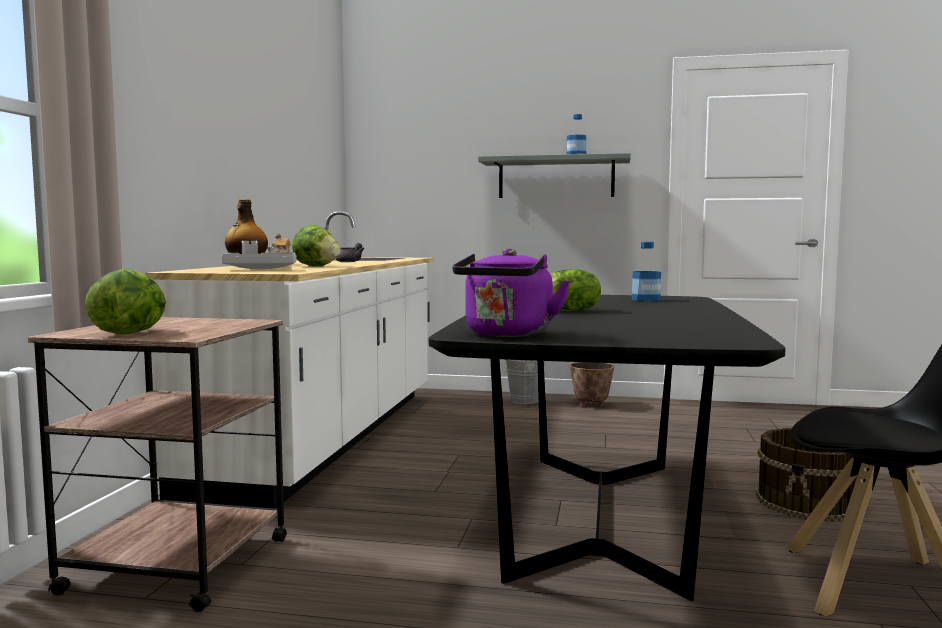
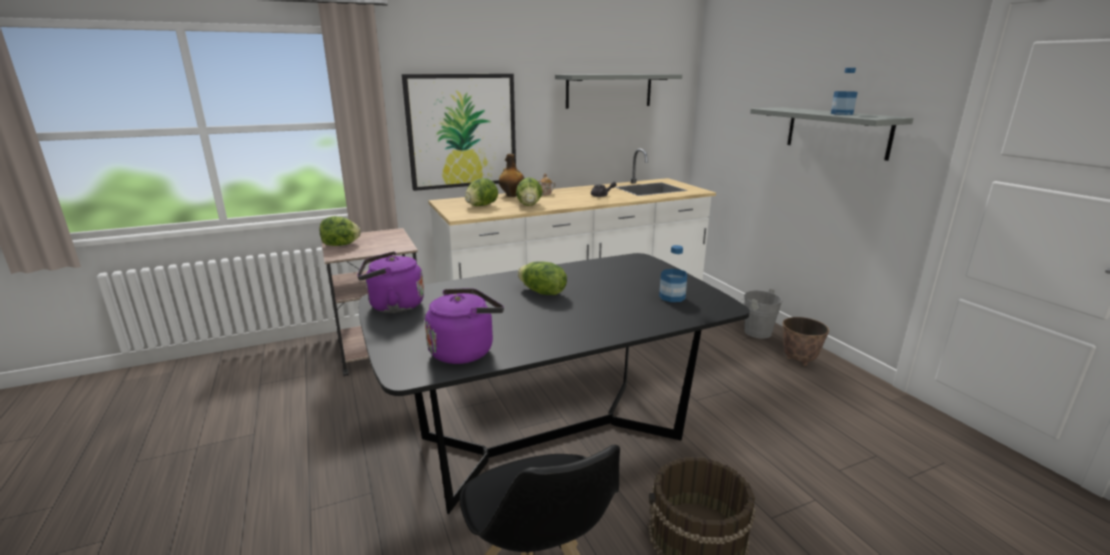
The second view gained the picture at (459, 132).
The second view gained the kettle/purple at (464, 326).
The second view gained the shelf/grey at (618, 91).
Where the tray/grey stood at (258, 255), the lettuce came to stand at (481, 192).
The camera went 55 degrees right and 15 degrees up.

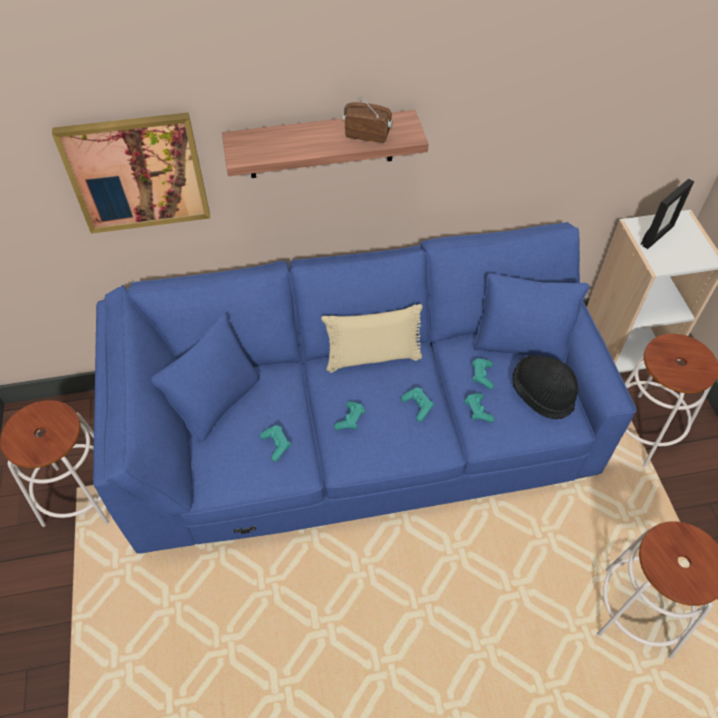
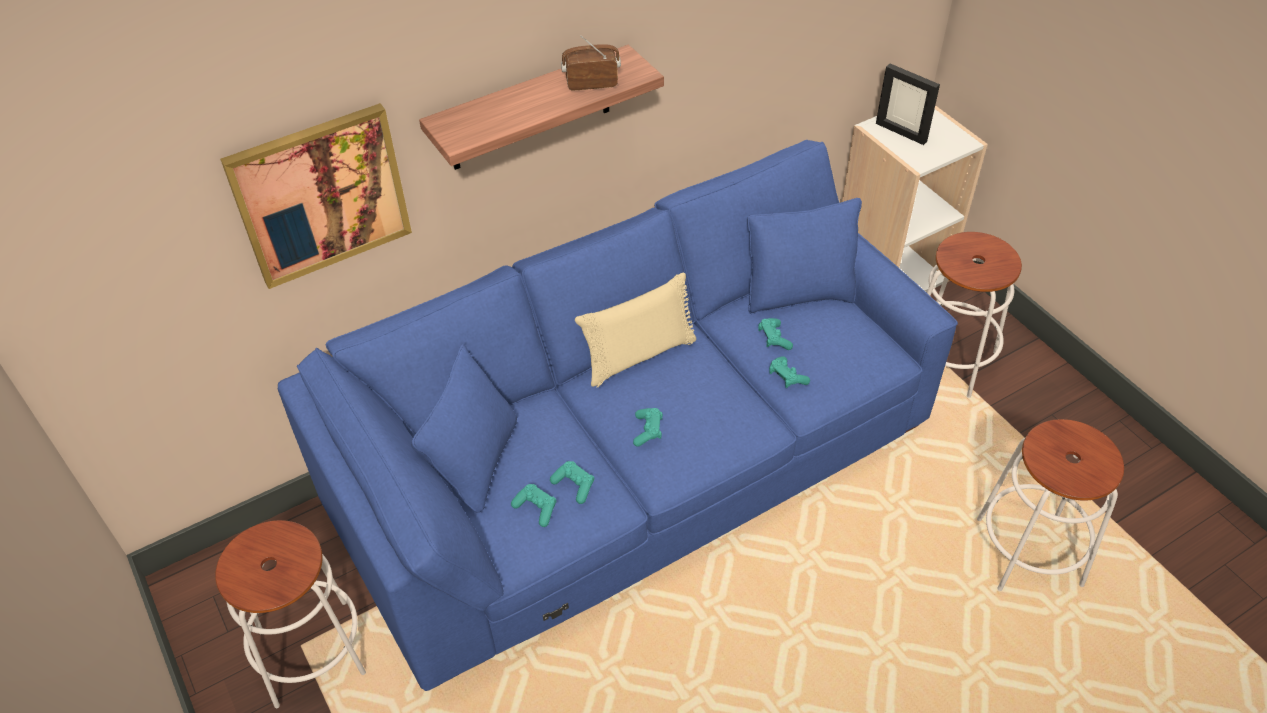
The second view lost the hat/black at (545, 387).
The game controller/turquoise ended up elsewhere, having gone from (417, 405) to (533, 505).
The picture frame at (667, 214) ended up facing another way, 105 degrees clockwise from before.
The camera went 20 degrees left and 5 degrees down.

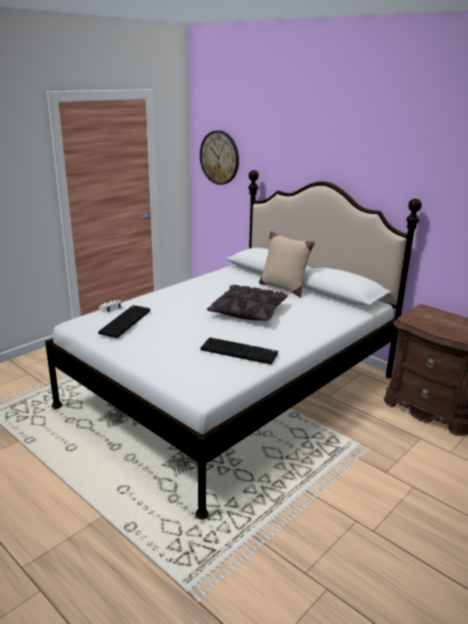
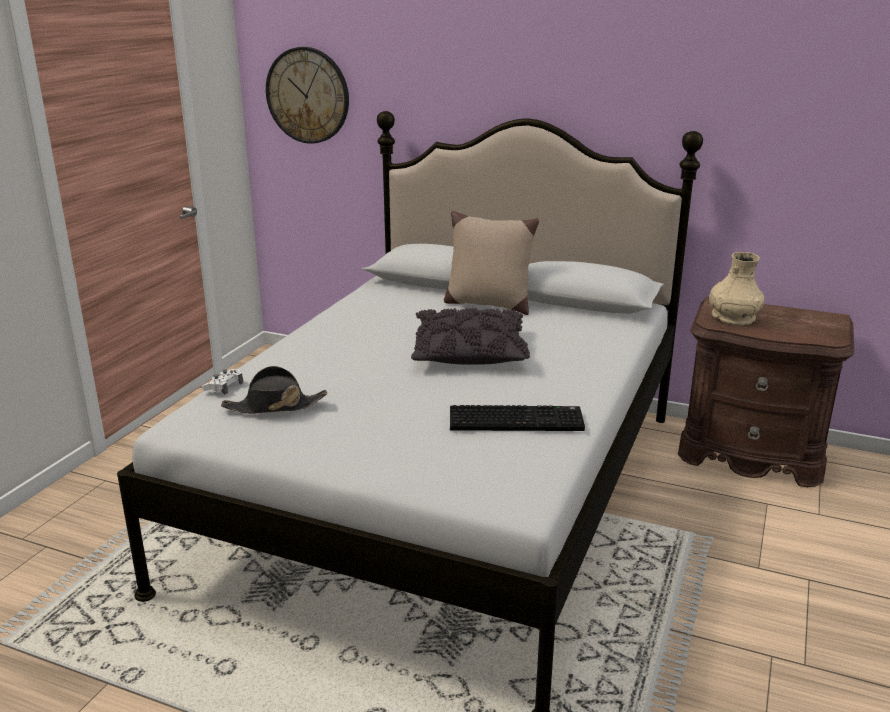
The second view gained the vase/beige at (736, 289).
Where the keyboard stood at (124, 321), the hat/black came to stand at (274, 390).
The camera went 20 degrees left and 0 degrees up.

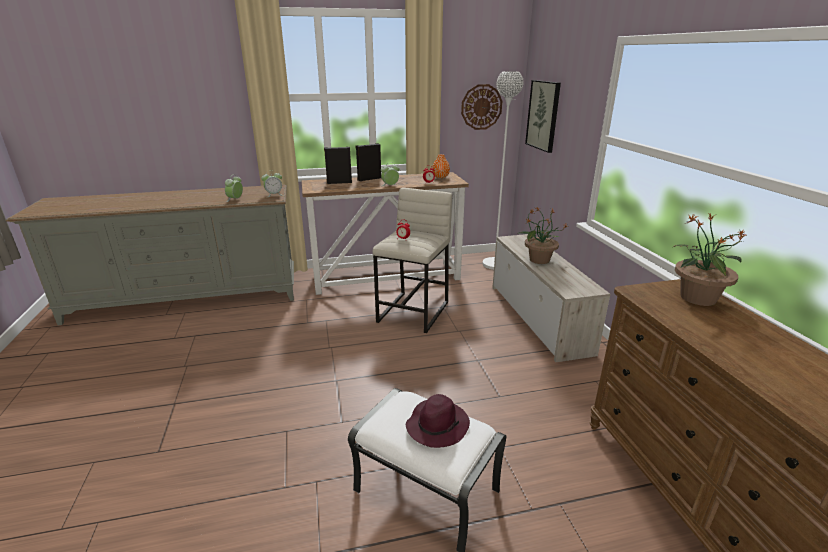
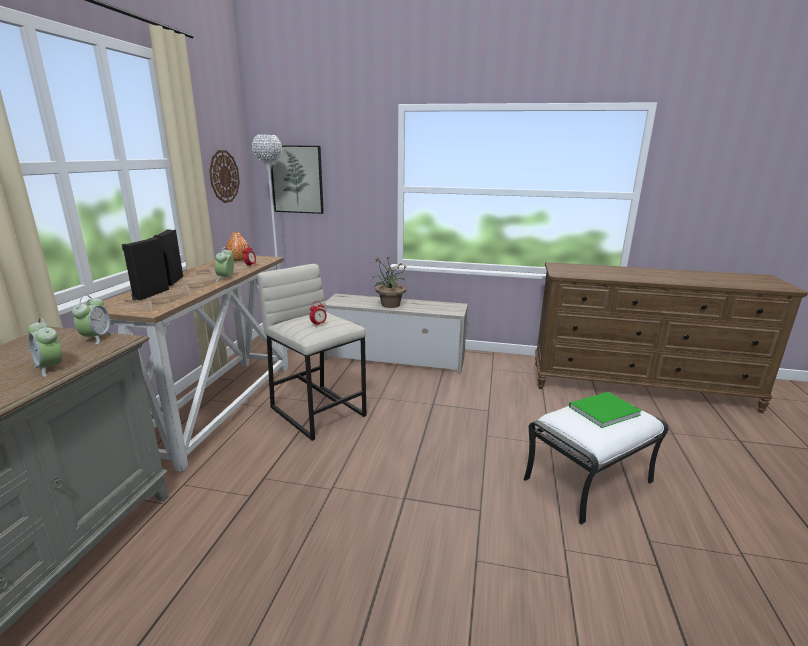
The second view lost the potted plant at (709, 260).
Where the hat/purple stood at (438, 421), the book/green came to stand at (605, 410).
The camera went 65 degrees left and 5 degrees down.

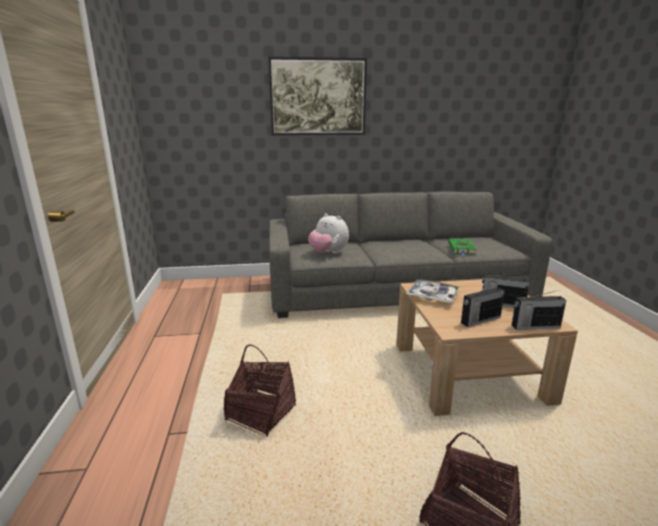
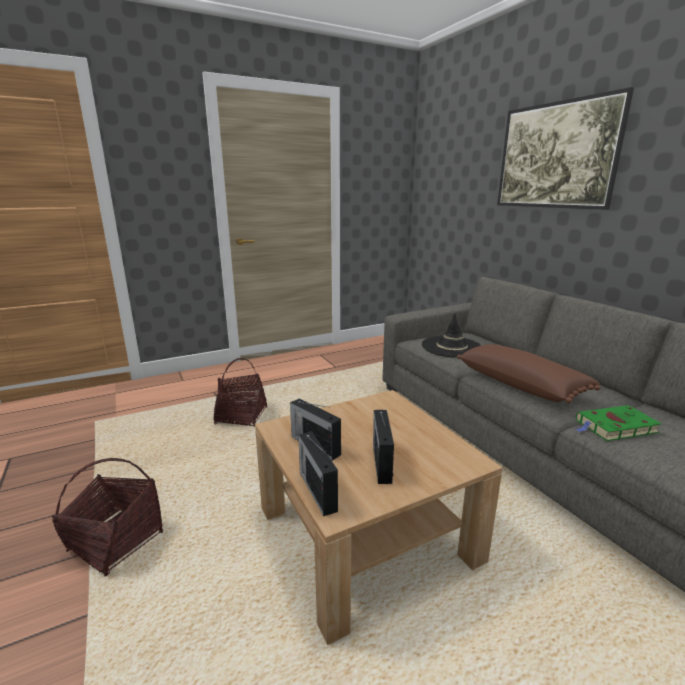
The second view lost the tray at (433, 291).
The second view gained the pillow/brown at (529, 373).
Where the plush toy stood at (328, 233), the hat/black came to stand at (452, 335).
The camera went 70 degrees right and 0 degrees up.

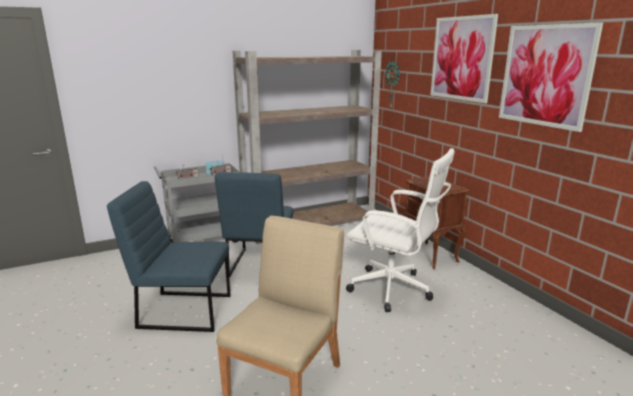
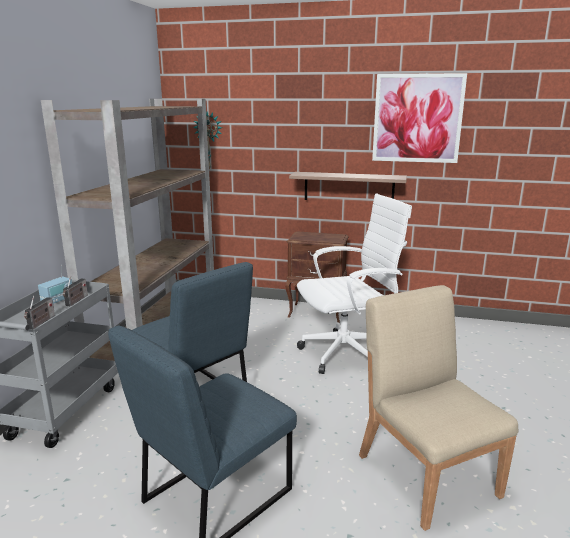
The second view lost the picture at (464, 58).
The second view gained the shelf at (348, 186).
The camera went 50 degrees left and 0 degrees up.

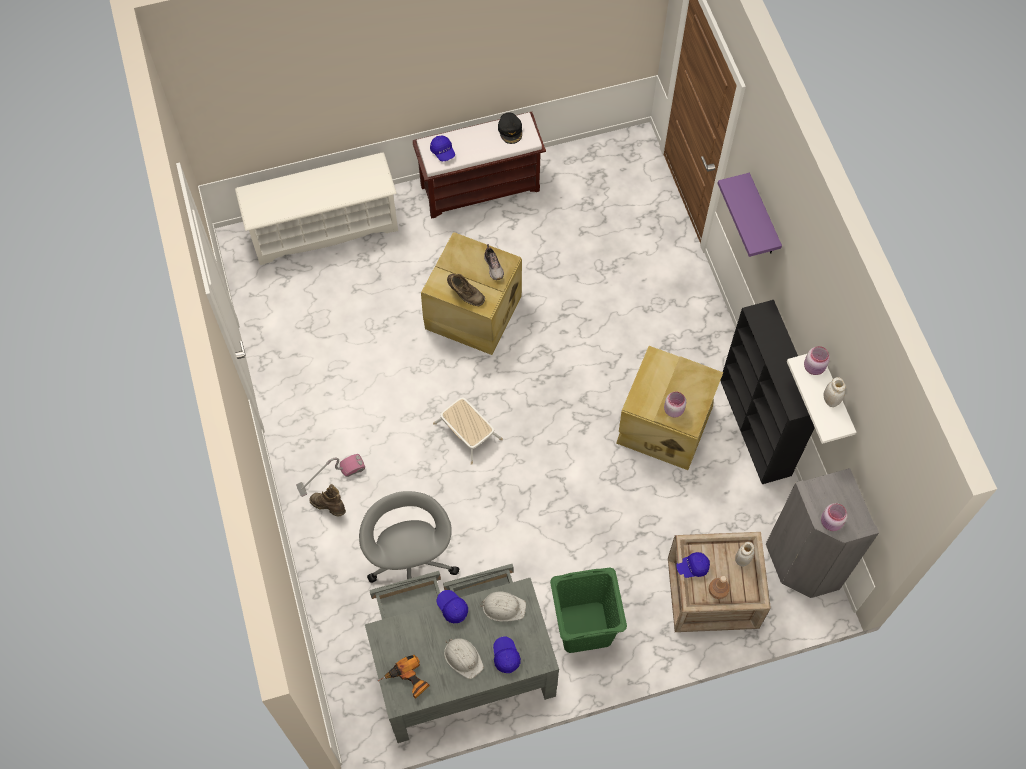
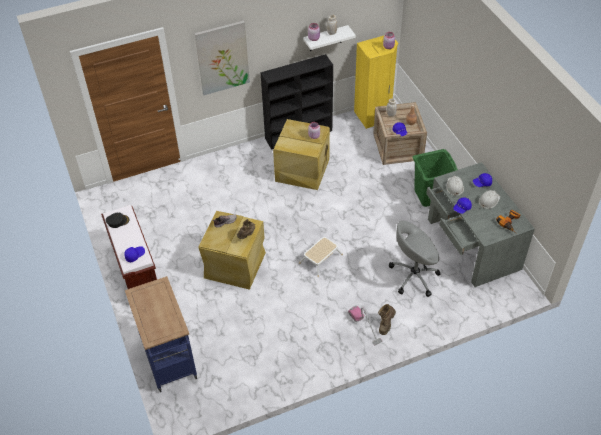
Where the shoe rack/white stood at (316, 208), the cart/blue came to stand at (161, 334).
Where the shelf/purple hung at (749, 215), the picture came to hang at (222, 58).
What was the cabinet/grey at (822, 533) turned into the cabinet/yellow at (376, 82).
The camera went 95 degrees left and 15 degrees down.

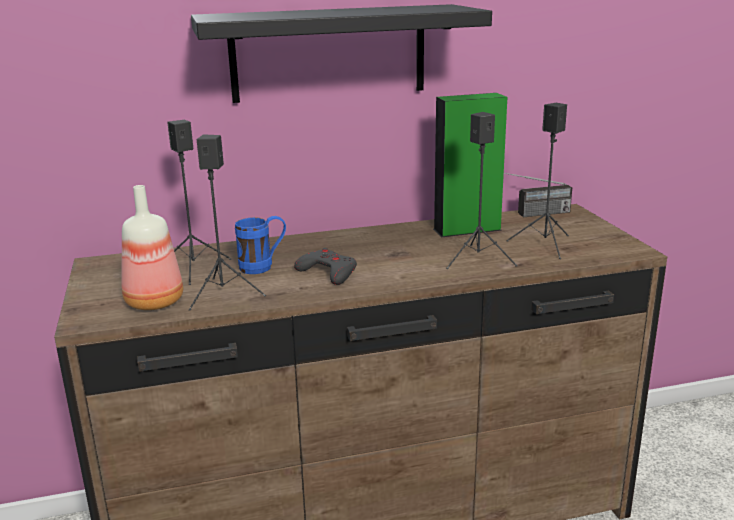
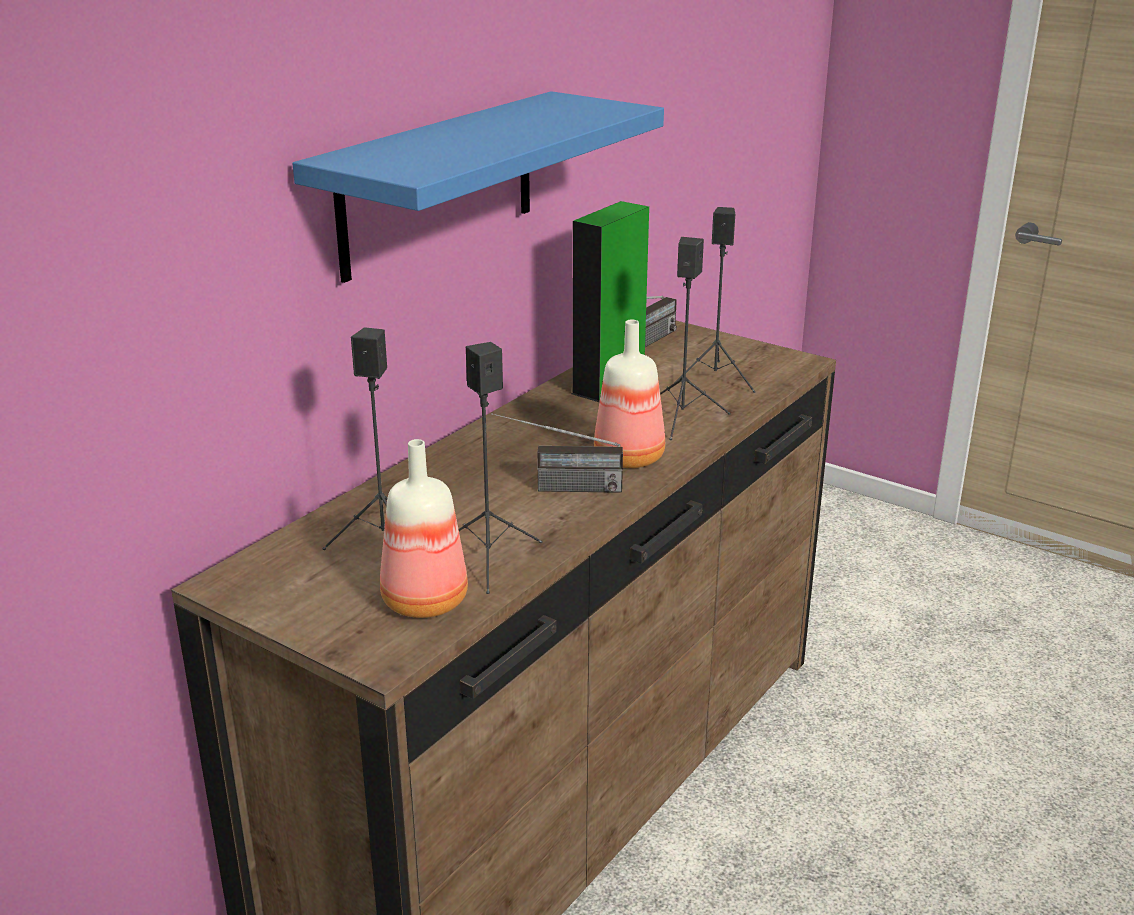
The second view lost the mug/blue at (260, 245).
The second view gained the bottle at (629, 394).
Where the game controller/grey stood at (325, 266), the radio came to stand at (557, 453).
What was the shelf/black at (341, 53) turned into the shelf/blue at (478, 187).
The camera went 40 degrees left and 5 degrees up.

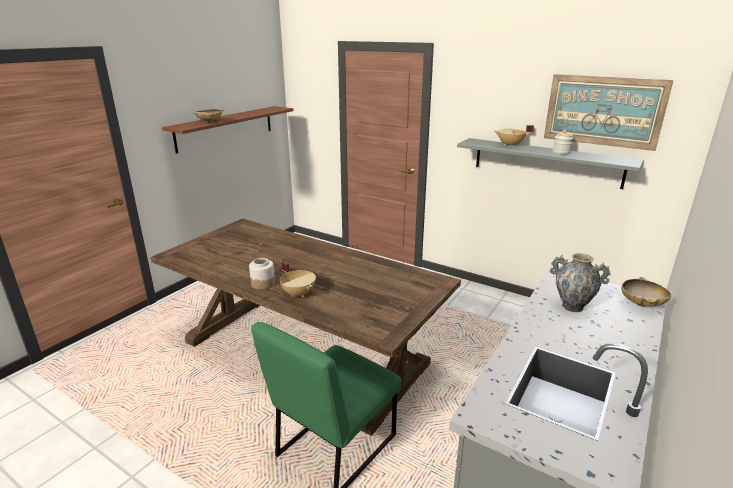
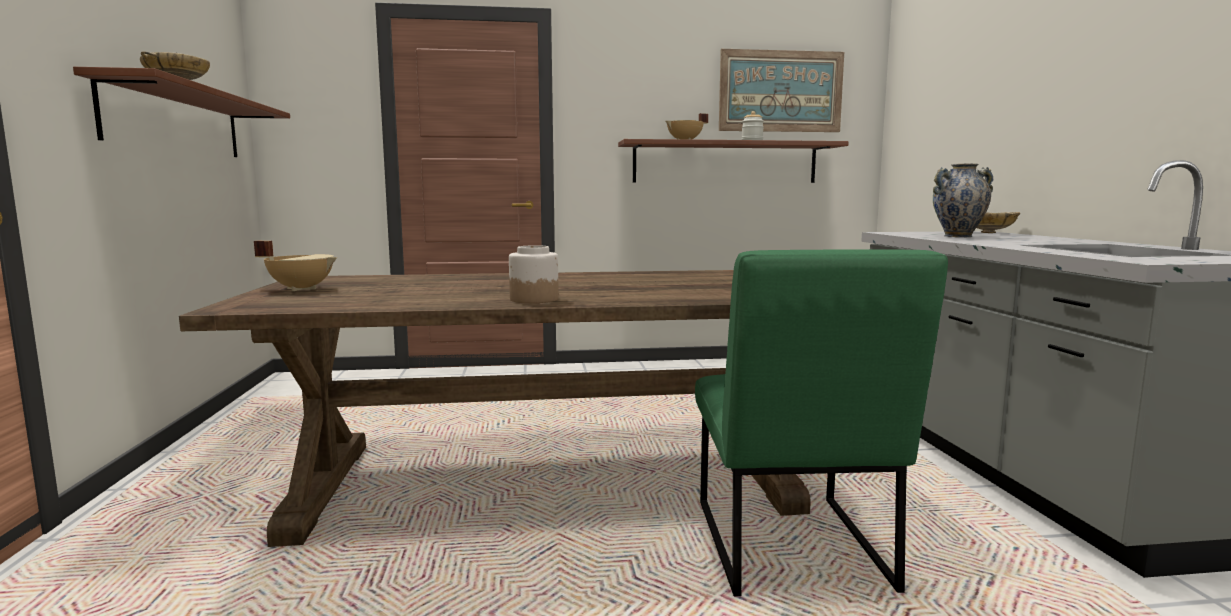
The cooking pot/beige ended up elsewhere, having gone from (298, 279) to (295, 266).
What was the shelf/grey at (550, 163) turned into the shelf/brown at (733, 161).
The camera went 40 degrees left and 15 degrees down.

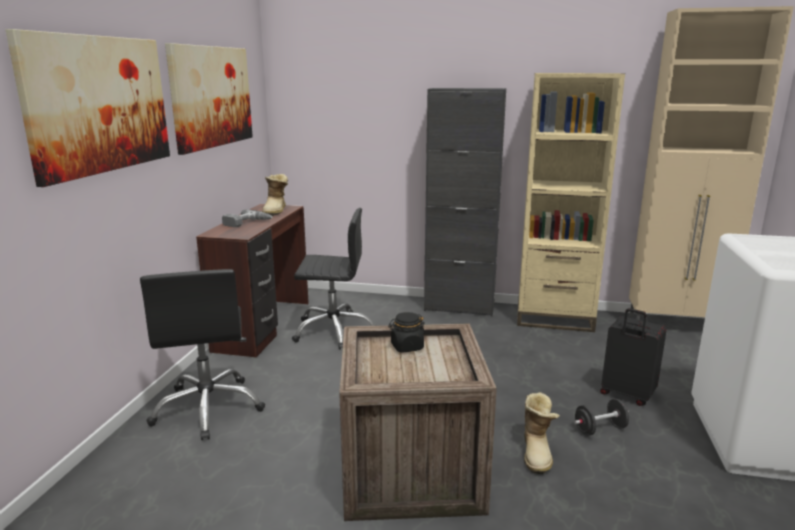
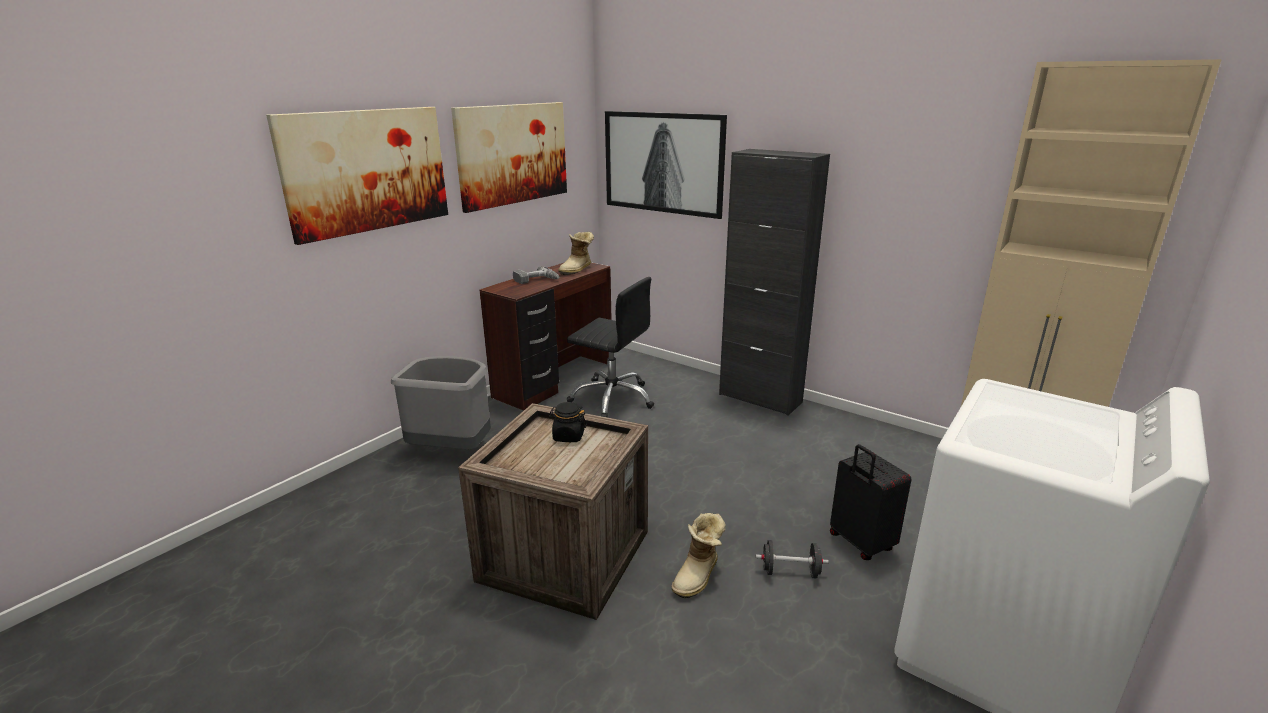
The second view lost the bookcase/beige at (571, 202).
The second view gained the picture at (666, 165).
Where the office chair/black stood at (202, 354), the trash can/grey came to stand at (441, 403).
The camera went 25 degrees right and 5 degrees up.

